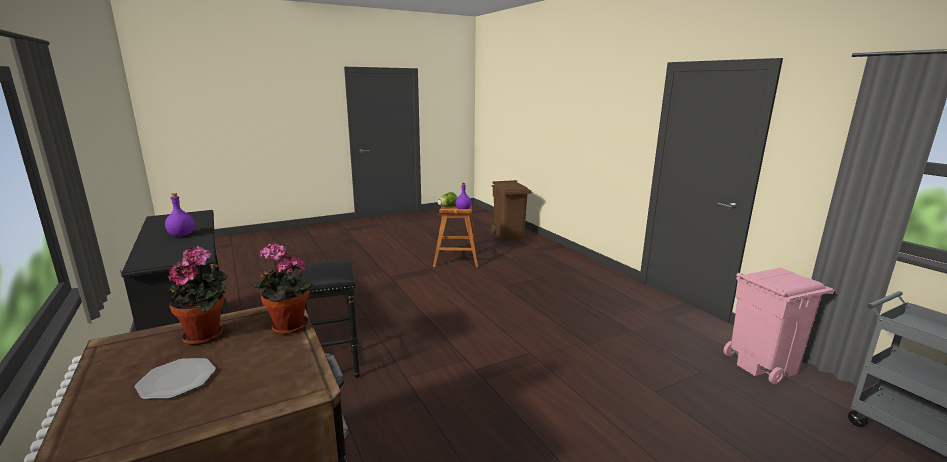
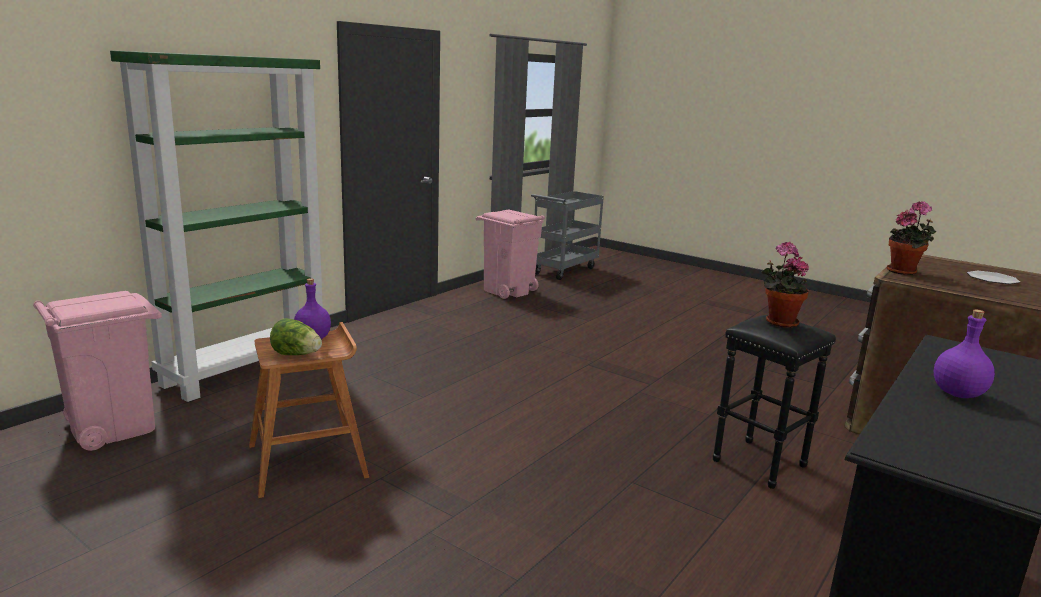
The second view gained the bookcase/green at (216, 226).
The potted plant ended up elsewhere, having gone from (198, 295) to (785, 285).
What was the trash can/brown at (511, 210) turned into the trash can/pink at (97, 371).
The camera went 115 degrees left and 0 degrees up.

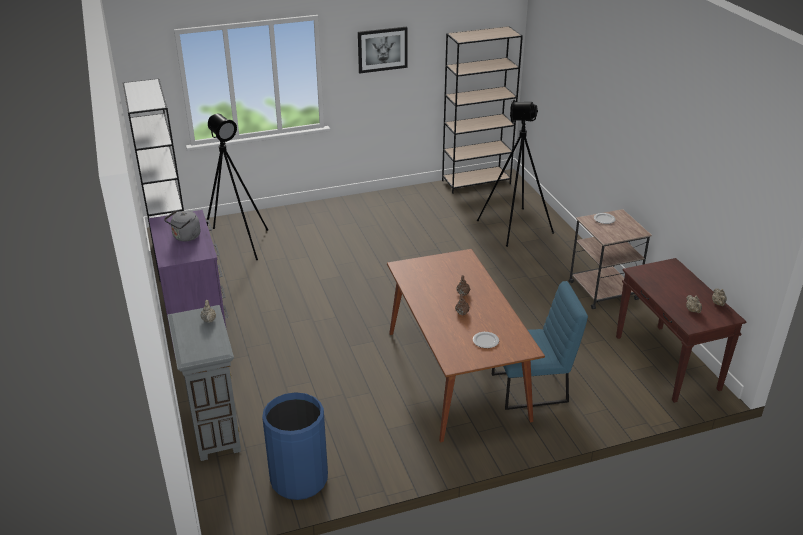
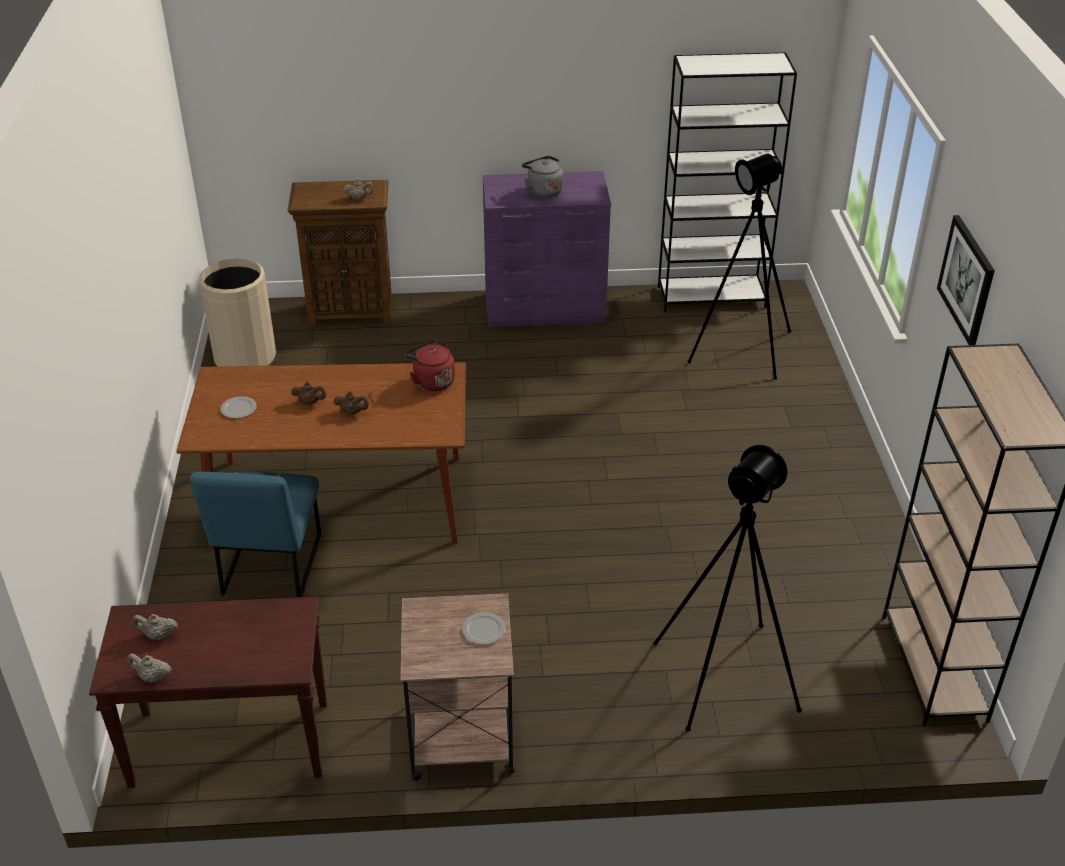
The second view gained the kettle/red at (430, 365).
What was the cabinet/grey at (204, 383) turned into the cabinet/brown at (339, 253).
What was the trash can/blue at (295, 446) turned into the trash can/beige at (237, 312).
The camera went 105 degrees right and 5 degrees up.

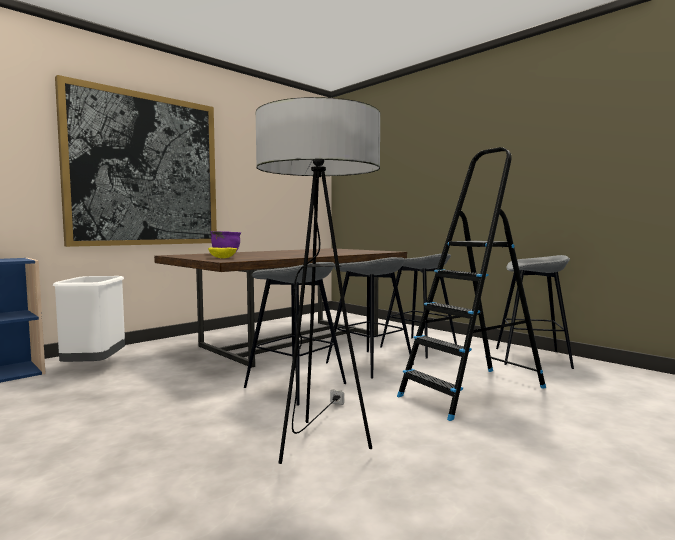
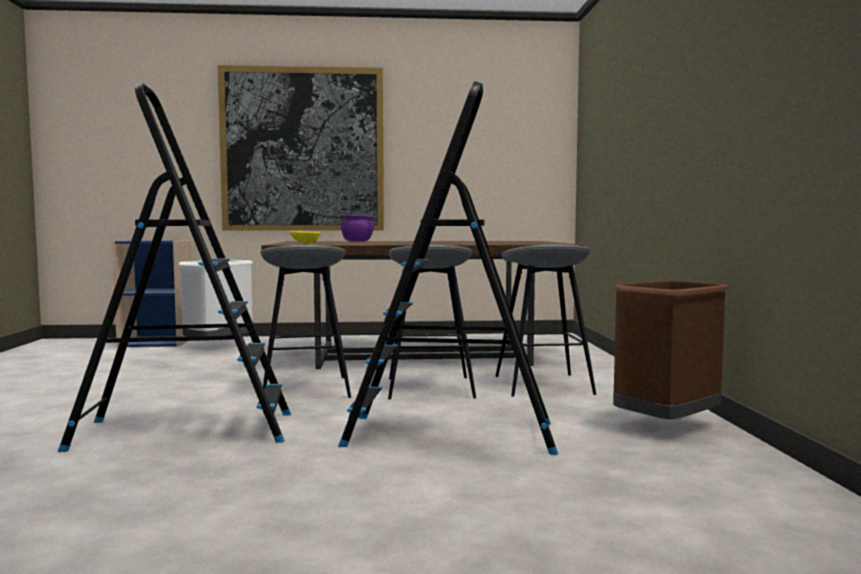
Where the floor lamp stood at (318, 280), the step ladder/black came to stand at (174, 267).
Where the stool/grey stood at (535, 312), the trash can/brown came to stand at (671, 349).
The camera went 40 degrees right and 0 degrees up.

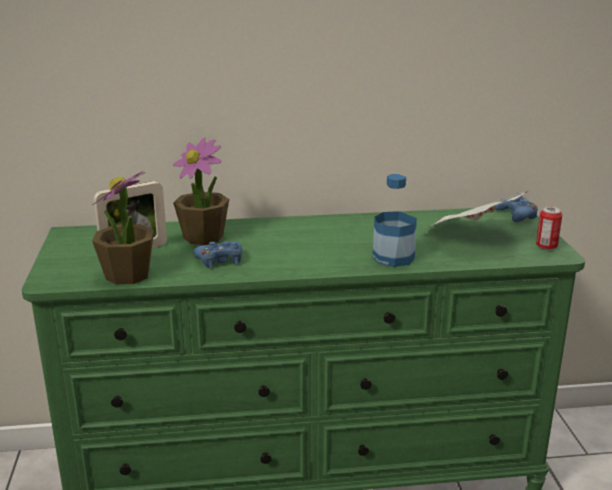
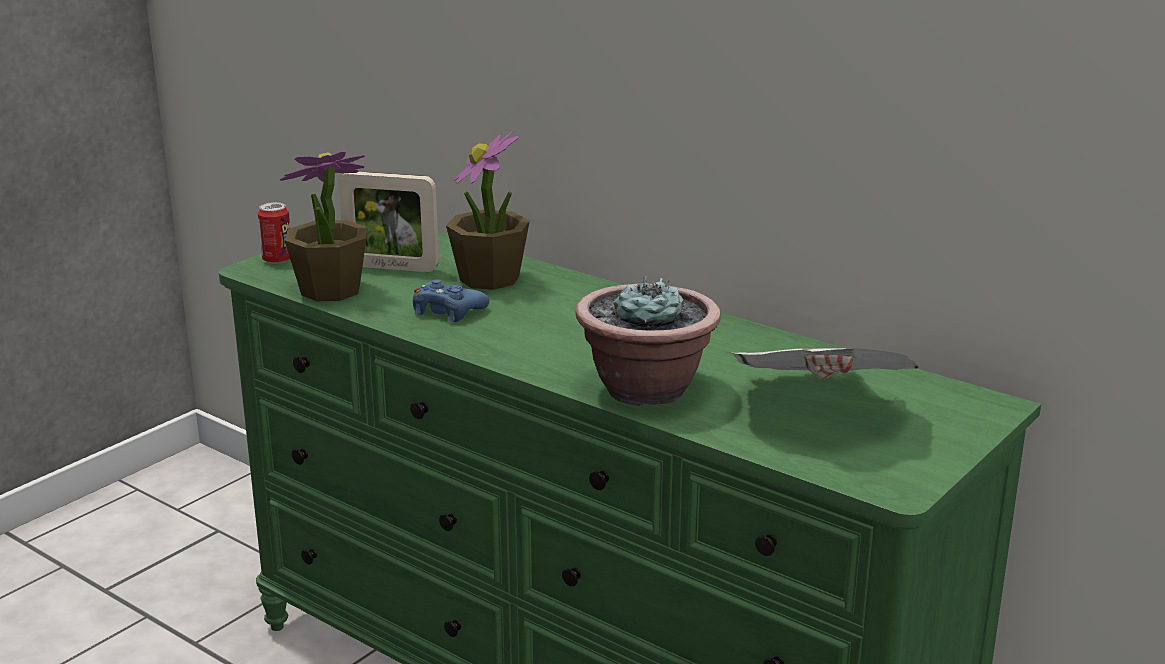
The second view lost the game controller/blue at (516, 207).
The can ended up elsewhere, having gone from (549, 228) to (274, 233).
Where the bottle stood at (395, 220), the potted plant came to stand at (648, 341).
The camera went 45 degrees right and 0 degrees up.

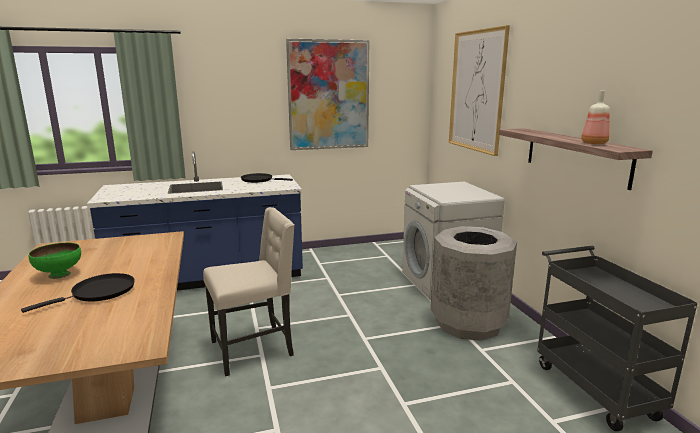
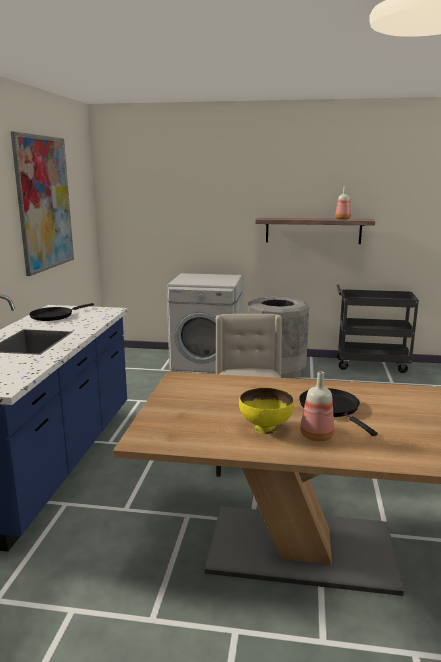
The second view lost the picture at (479, 90).
The second view gained the bottle at (317, 406).
What was the bowl/green at (55, 261) turned into the bowl/yellow at (266, 411).
The camera went 65 degrees left and 0 degrees up.

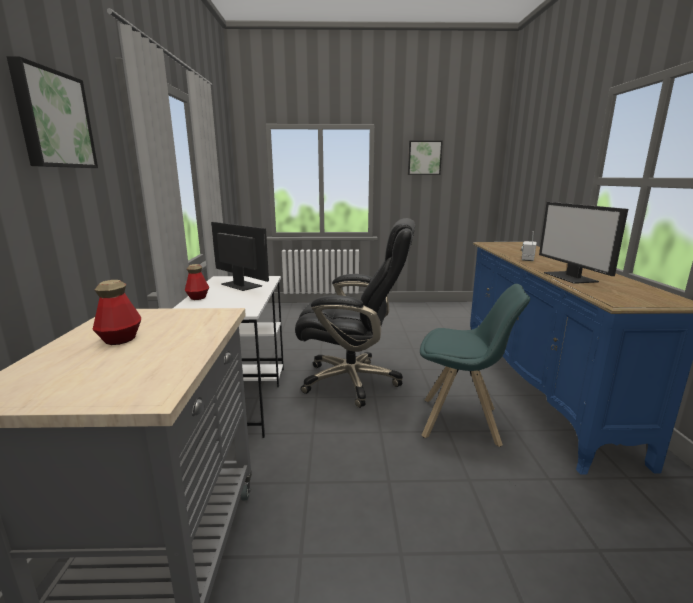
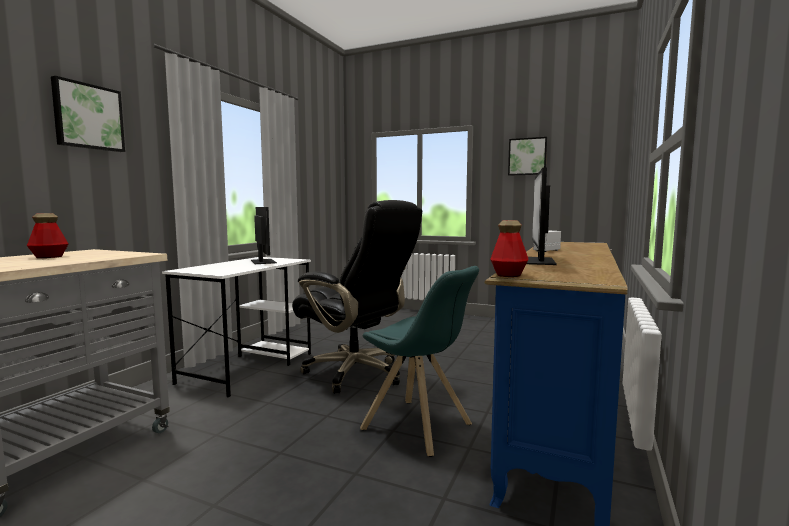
The bottle ended up elsewhere, having gone from (197, 282) to (509, 248).
The camera went 25 degrees right and 10 degrees down.

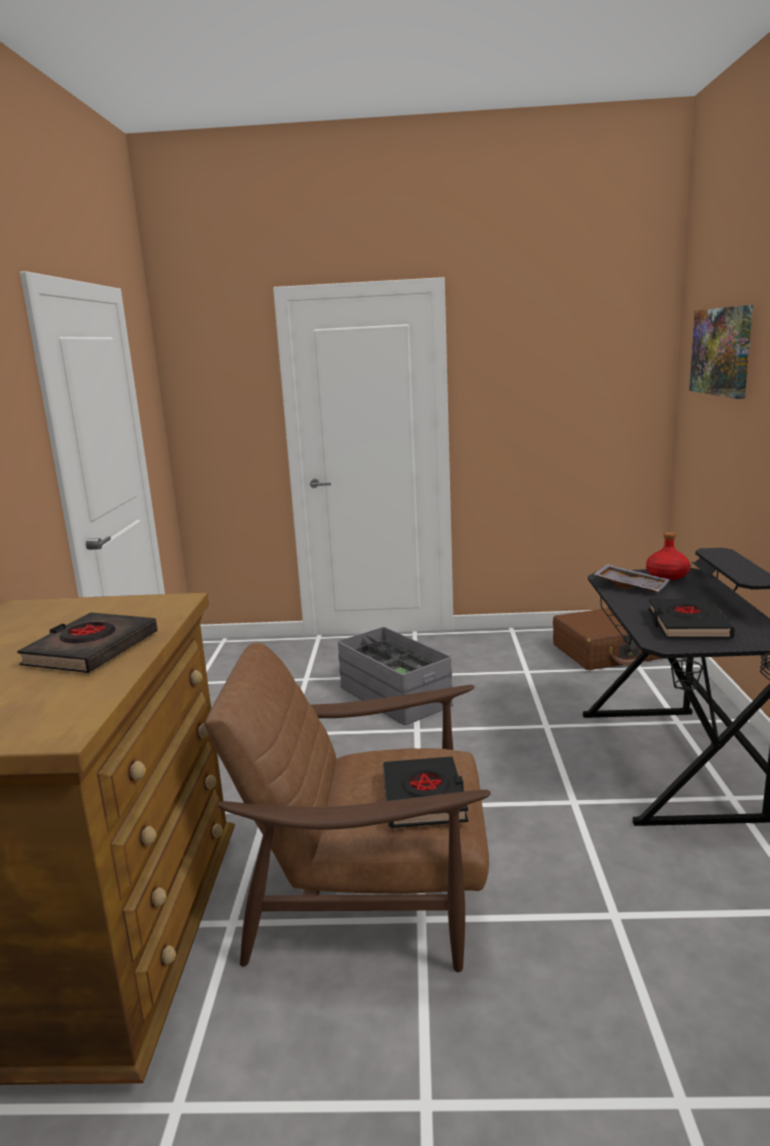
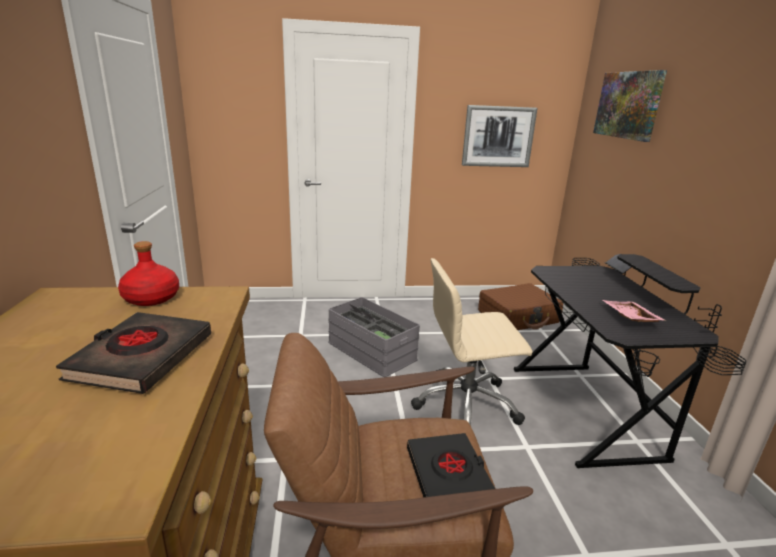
The second view lost the tray/grey at (632, 578).
The second view gained the office chair/beige at (472, 342).
The second view gained the picture at (500, 136).
The bottle/red ended up elsewhere, having gone from (668, 556) to (148, 273).
Where the book/black stood at (692, 618), the tray/pink came to stand at (635, 311).
The camera went 10 degrees left and 5 degrees up.

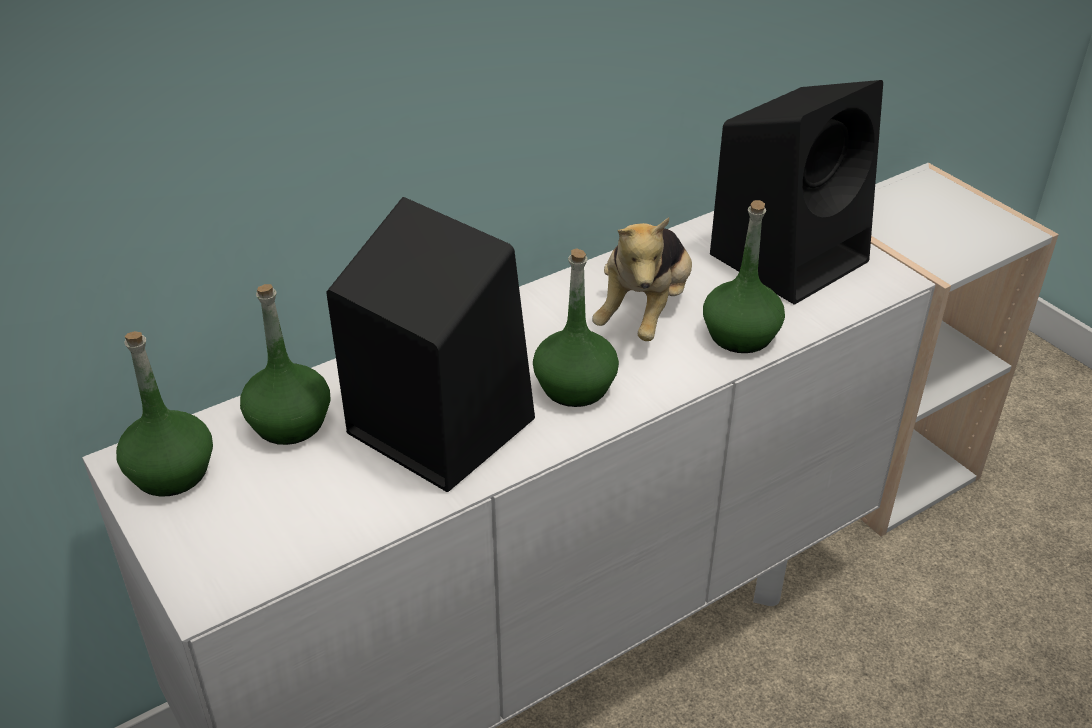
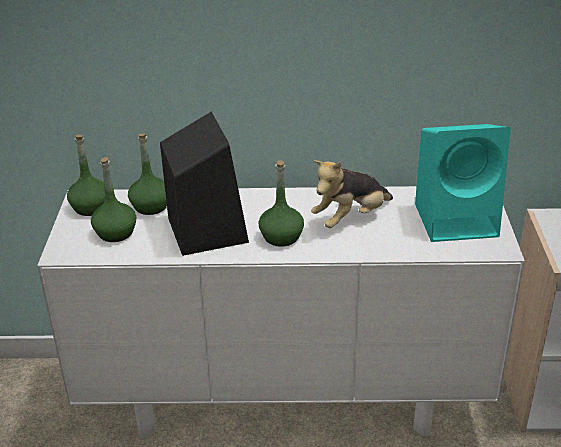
The bottle/green ended up elsewhere, having gone from (744, 276) to (113, 199).
What was the speaker/black at (796, 192) turned into the speaker/turquoise at (463, 183).
The camera went 35 degrees right and 5 degrees down.

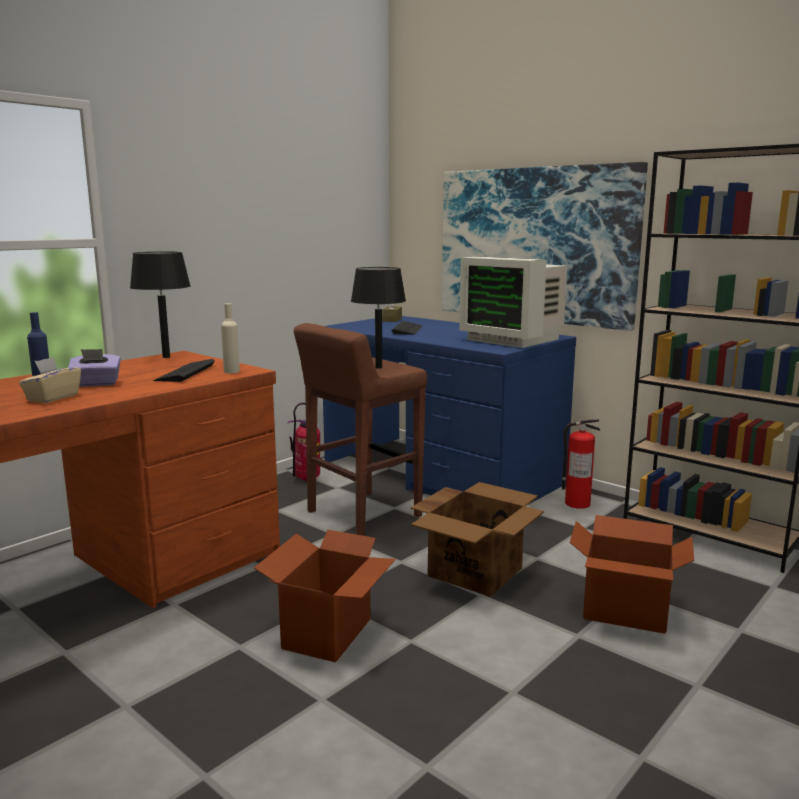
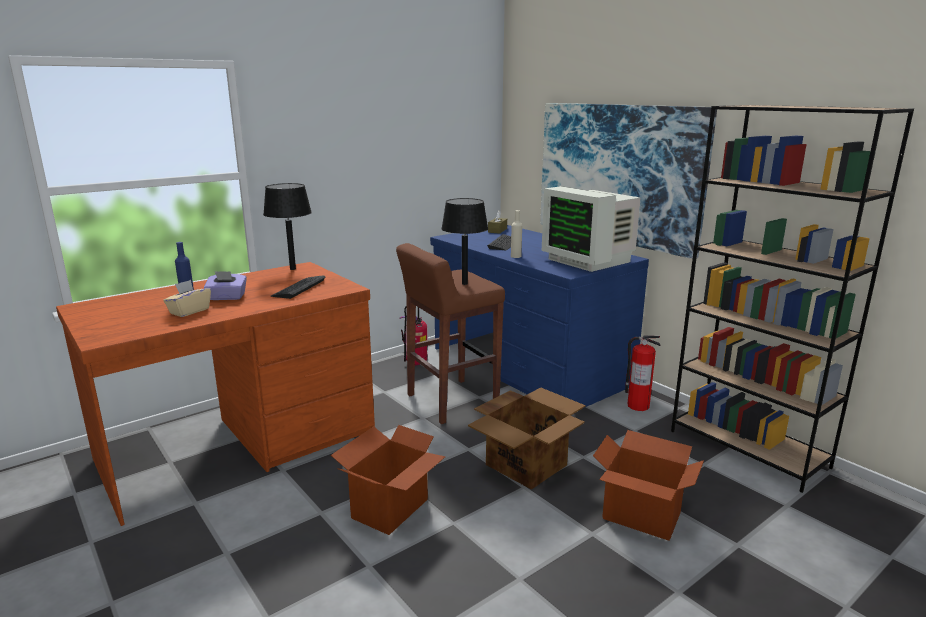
The bottle/beige ended up elsewhere, having gone from (230, 338) to (516, 234).
The camera went 10 degrees right and 5 degrees up.

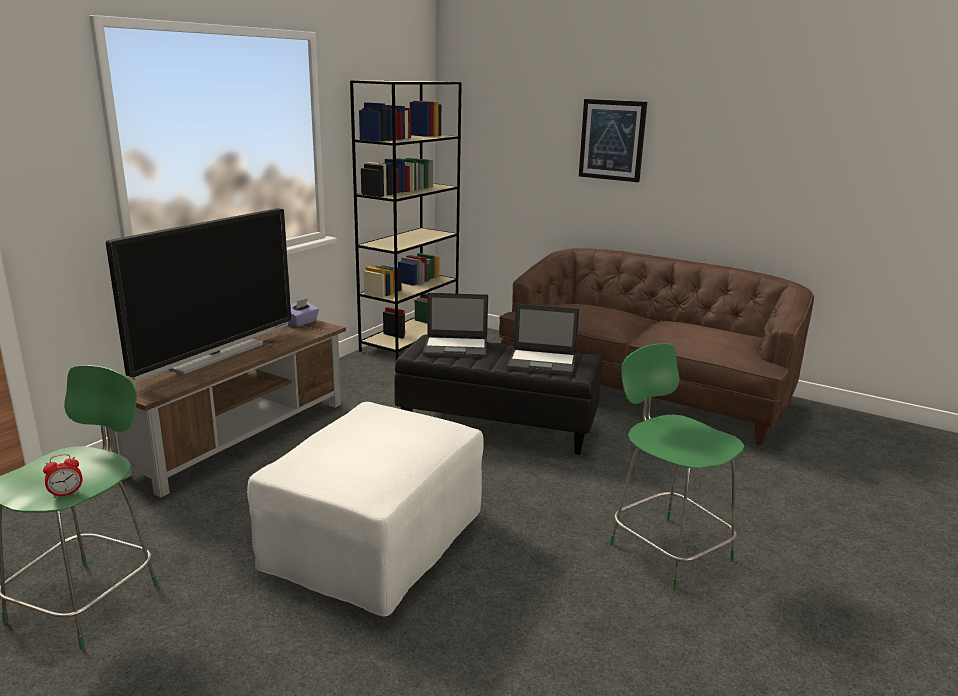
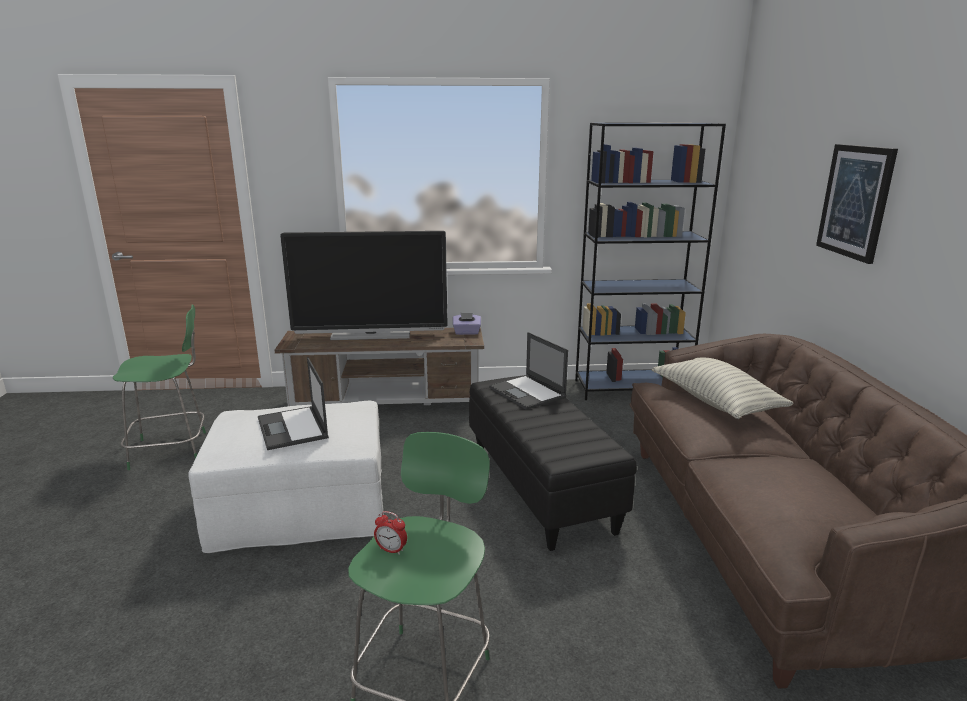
The second view gained the pillow at (722, 388).
The alarm clock ended up elsewhere, having gone from (63, 476) to (390, 533).
The laptop ended up elsewhere, having gone from (543, 339) to (293, 403).
What was the bookcase/beige at (406, 220) turned into the bookcase/blue at (650, 261).
The camera went 55 degrees right and 0 degrees up.

